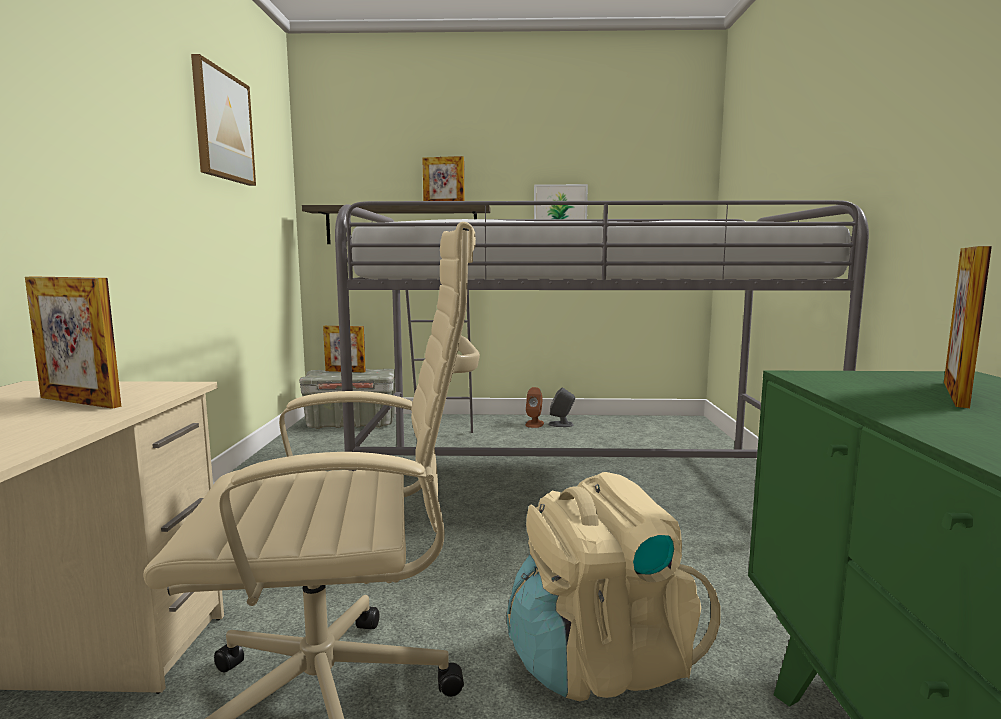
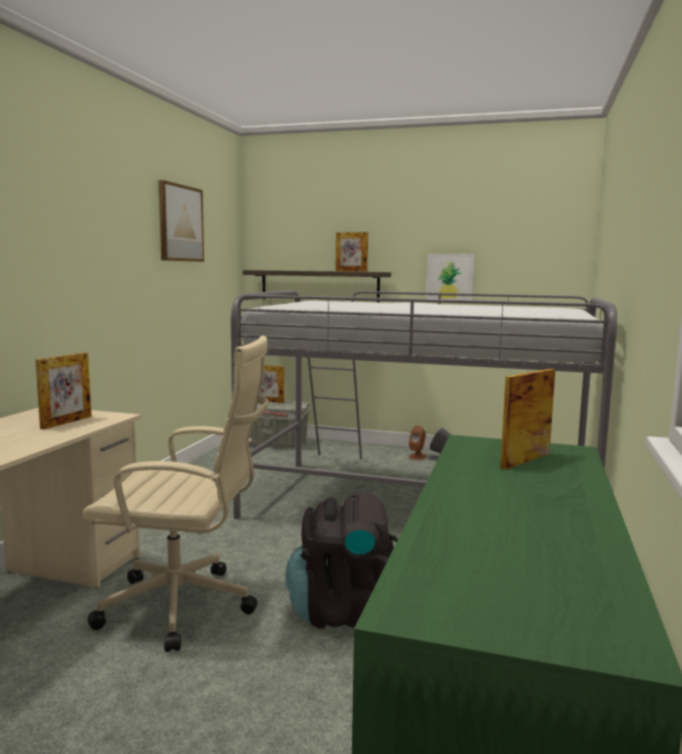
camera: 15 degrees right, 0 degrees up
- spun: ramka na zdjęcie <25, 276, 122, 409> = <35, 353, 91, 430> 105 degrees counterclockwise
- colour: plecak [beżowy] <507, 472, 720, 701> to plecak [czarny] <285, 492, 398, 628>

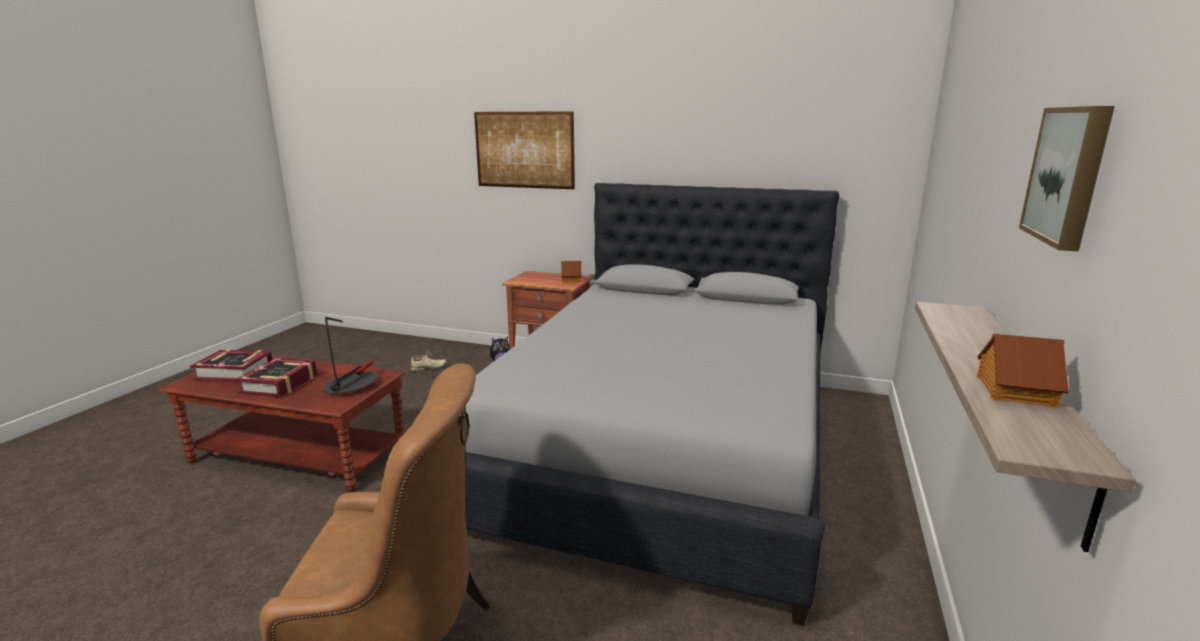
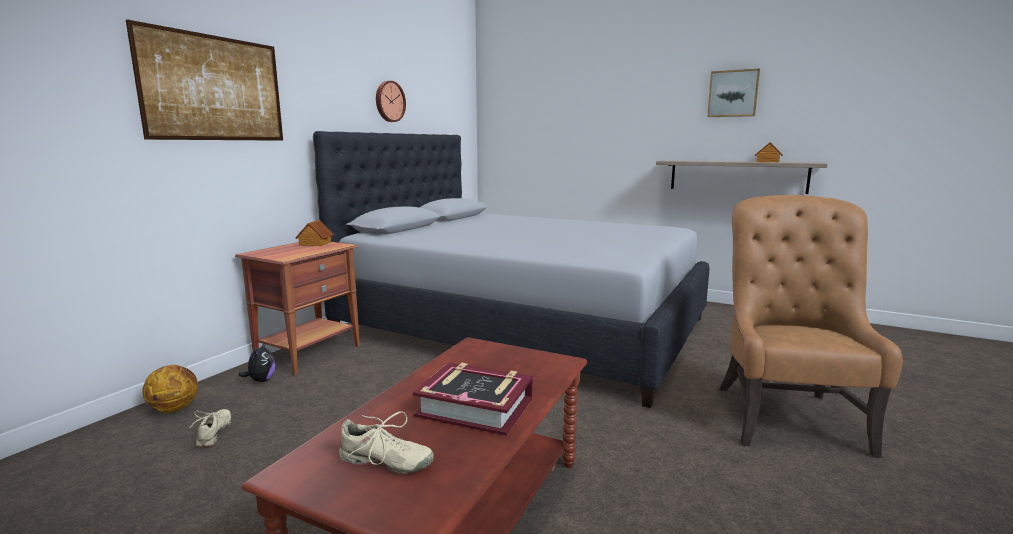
camera: 80 degrees left, 5 degrees down
- appeared: piłka do koszykówki <142, 365, 198, 413>
- exchanged: książka <190, 349, 273, 381> to but [beżowy] <339, 411, 434, 474>
- appeared: zegar ścienny <376, 81, 406, 122>
- missing: lampa stołowa <323, 317, 378, 394>

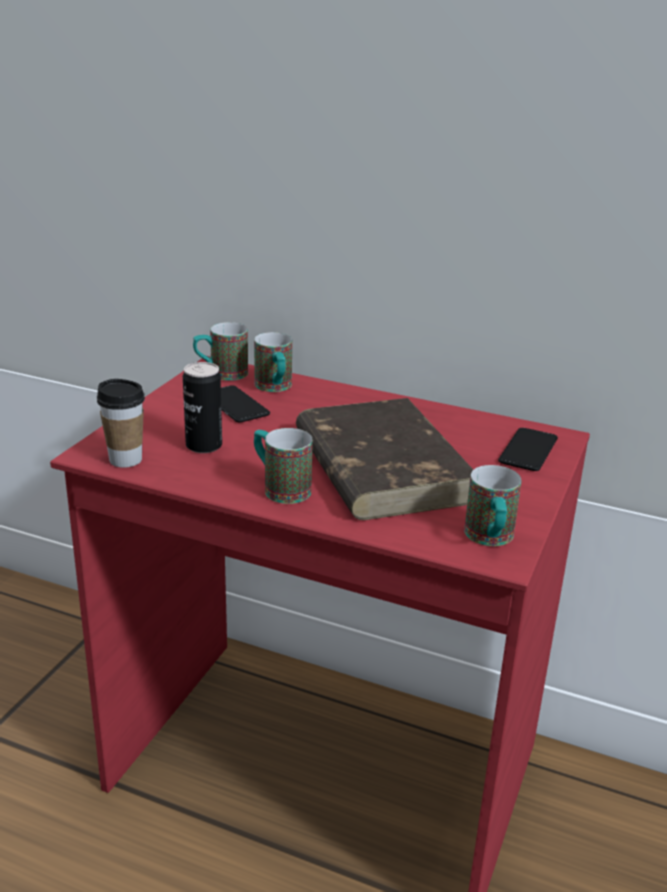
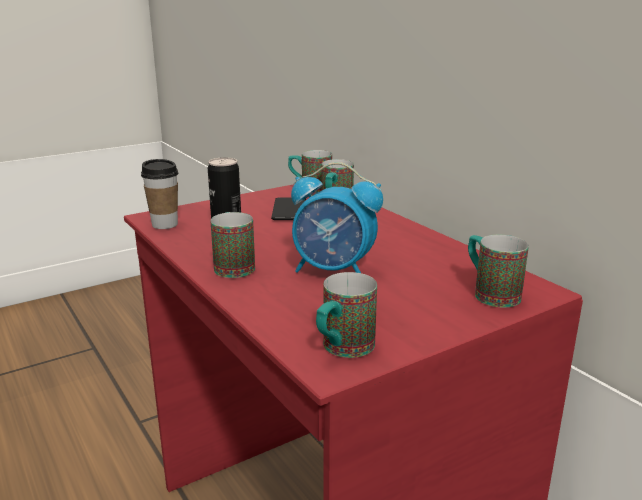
camera: 35 degrees right, 5 degrees down
- exchanged: książka [brązowy] <296, 398, 473, 520> to budzik <291, 162, 383, 273>
- exchanged: telefon <498, 428, 558, 471> to kubek <468, 235, 529, 307>

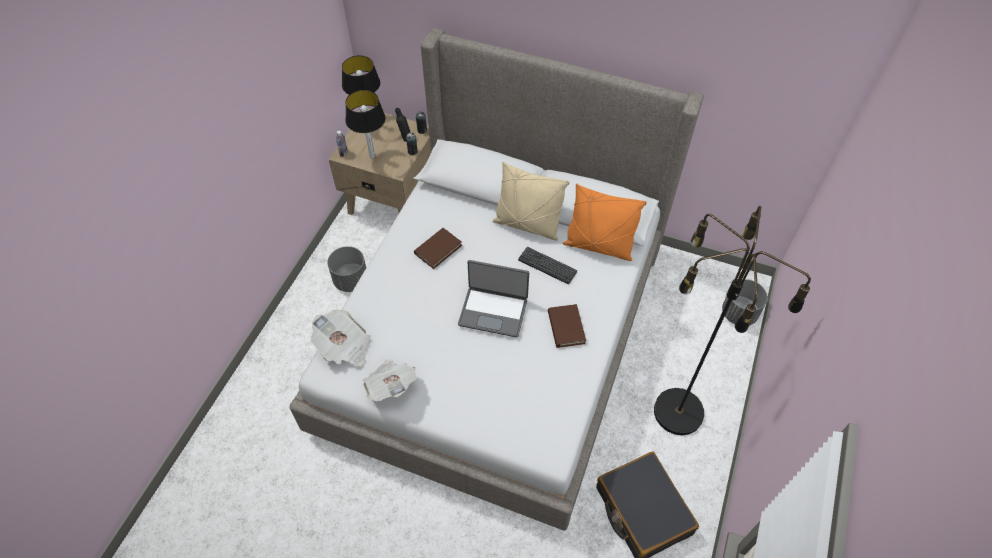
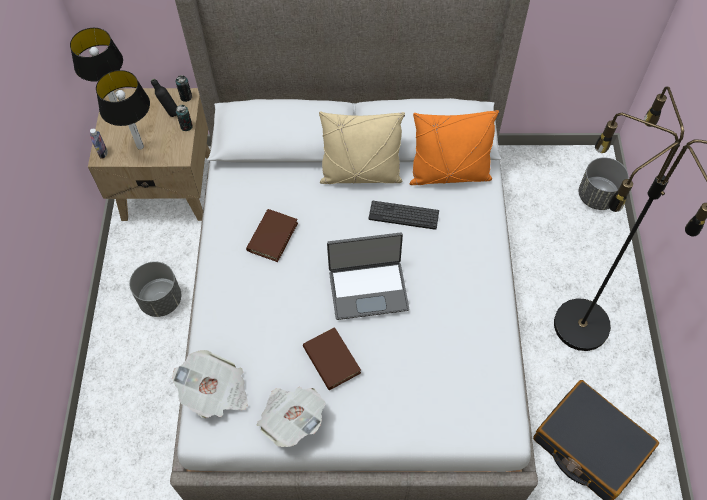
camera: 20 degrees left, 5 degrees up
- relocated: książka [brązowy] <548, 304, 586, 348> to <303, 327, 361, 390>

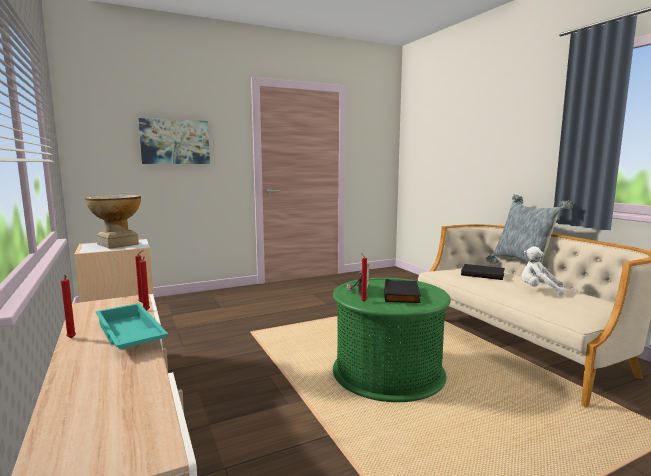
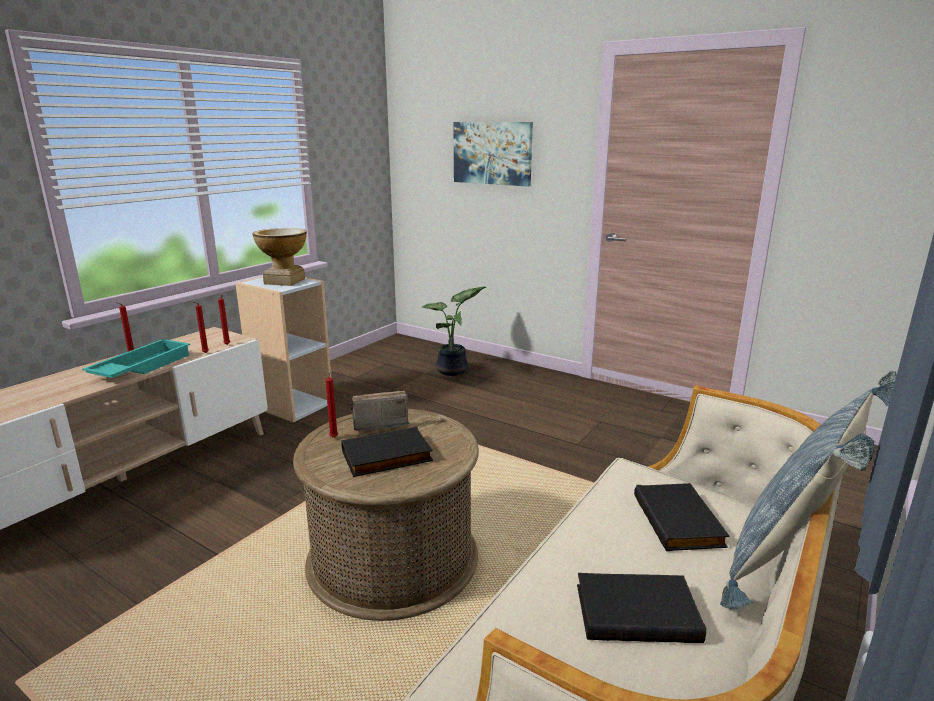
camera: 60 degrees right, 10 degrees up
- colour: ława [zielony] <333, 278, 451, 402> to ława [brązowy] <293, 409, 479, 621>
- appeared: roślina doniczkowa <421, 286, 486, 376>
- exchanged: pluszak [biały] <521, 246, 565, 296> to książka [czarny] <577, 573, 706, 643>

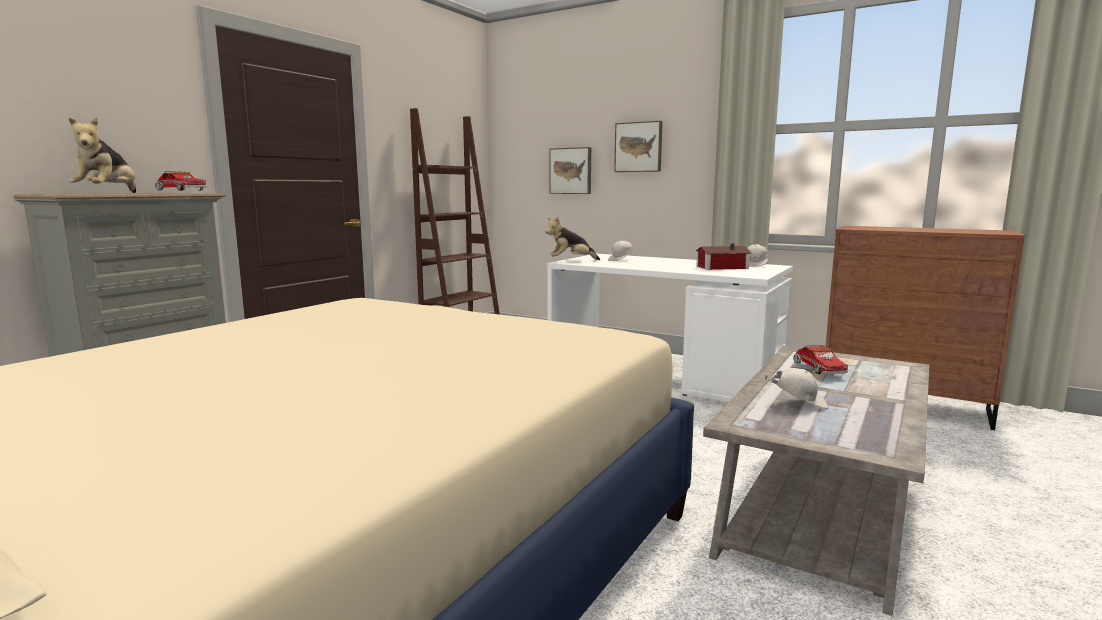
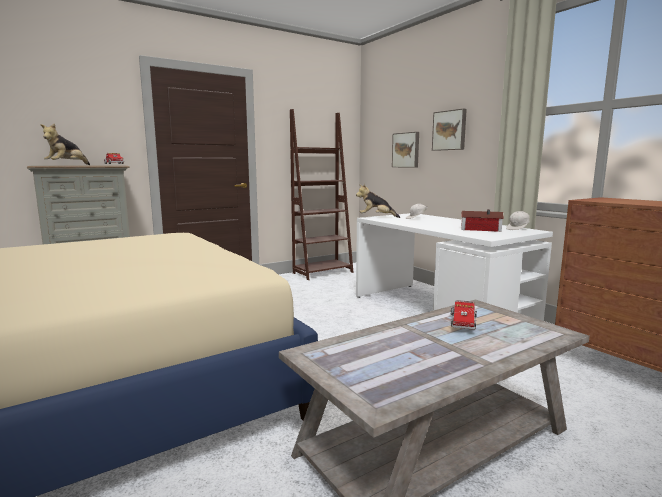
camera: 25 degrees right, 0 degrees up
- missing: czapka z daszkiem [biały] <764, 368, 828, 409>

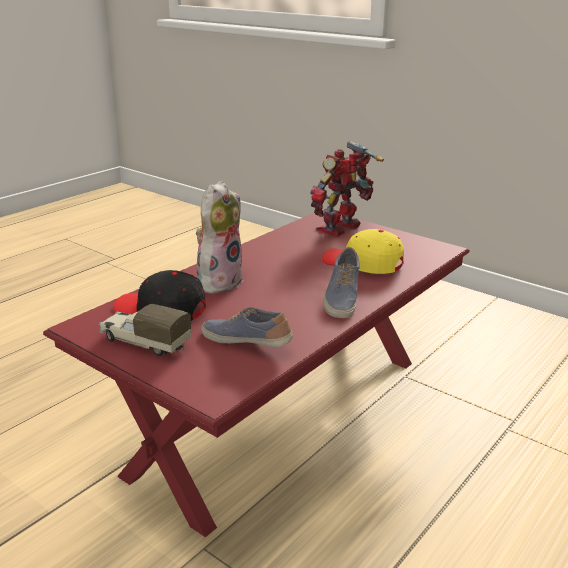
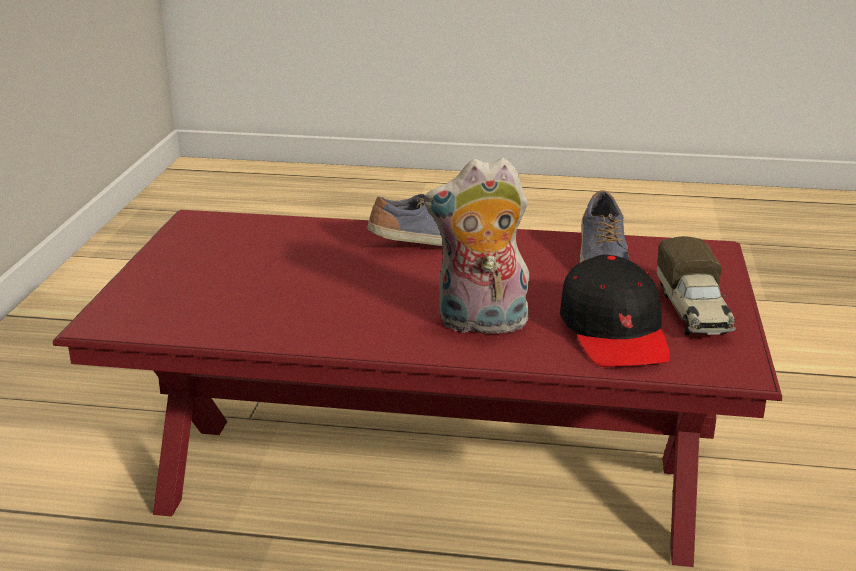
camera: 120 degrees left, 0 degrees up
- missing: robot zabawkowy <310, 141, 384, 237>
- missing: czapka z daszkiem [żółty] <322, 229, 404, 274>

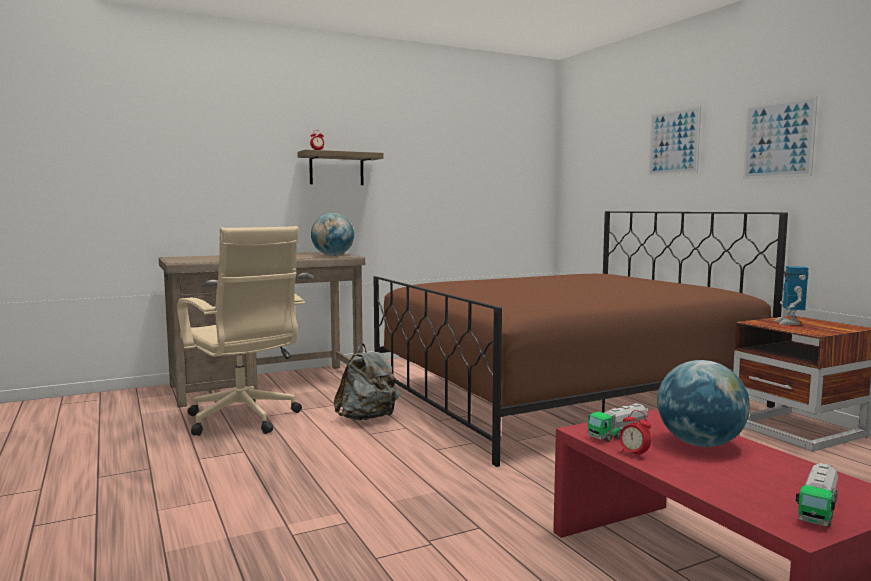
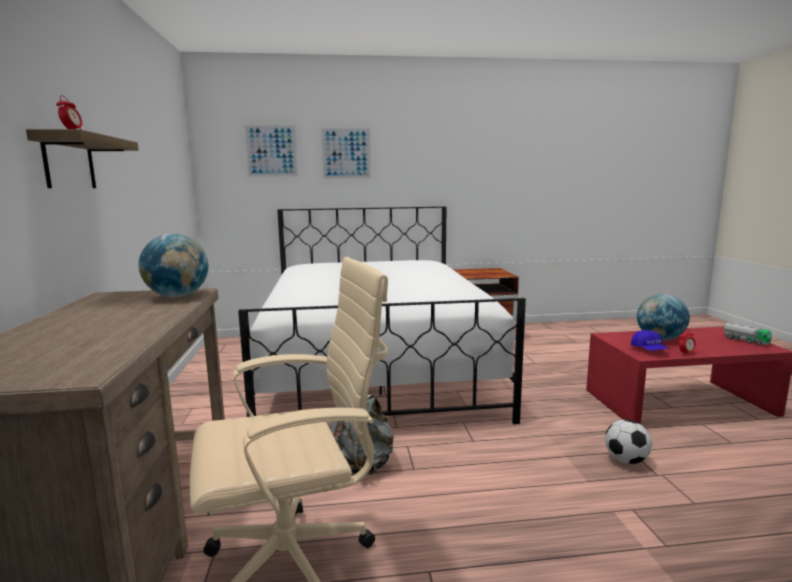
camera: 70 degrees left, 5 degrees up
- colour: łóżko [brązowy] <374, 211, 788, 467> to łóżko [biały] <238, 206, 526, 424>
- relocated: obraz <743, 96, 818, 179> to <244, 125, 299, 177>
- appeared: piłka futbolowa <605, 419, 652, 464>
- exchanged: ciężarówka zabawkowa <588, 403, 648, 442> to czapka z daszkiem [niebieski] <631, 330, 669, 351>
- missing: robot zabawkowy <775, 266, 809, 325>

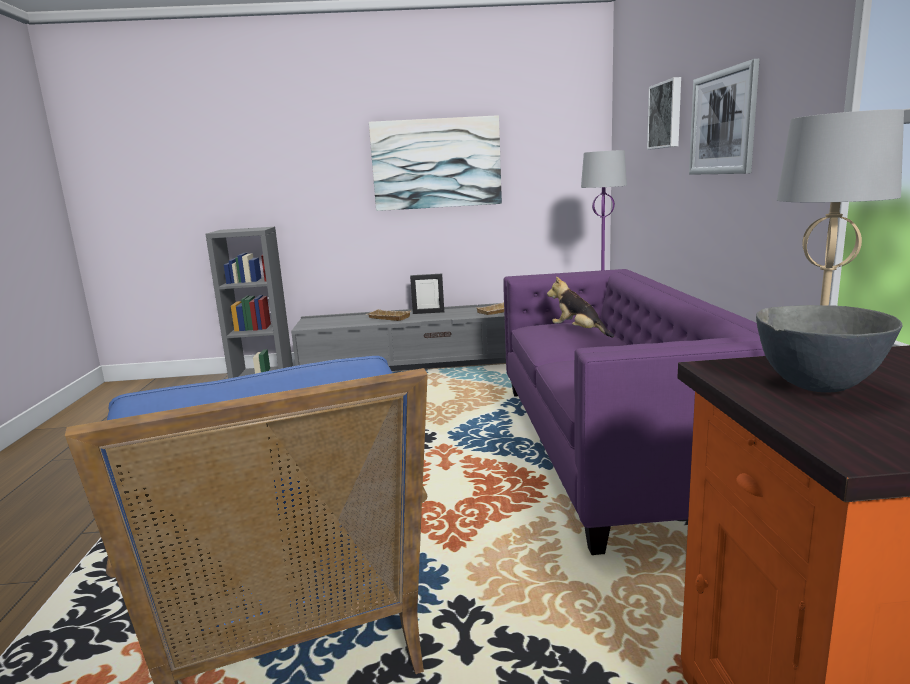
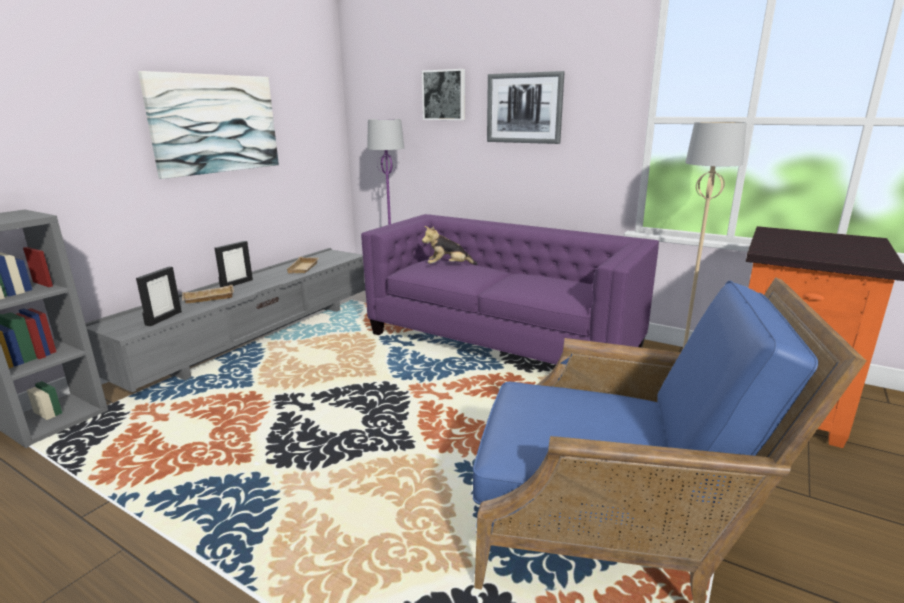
camera: 55 degrees left, 5 degrees up
- appeared: ramka na zdjęcie <136, 267, 182, 326>
- missing: miska [szary] <756, 305, 902, 392>

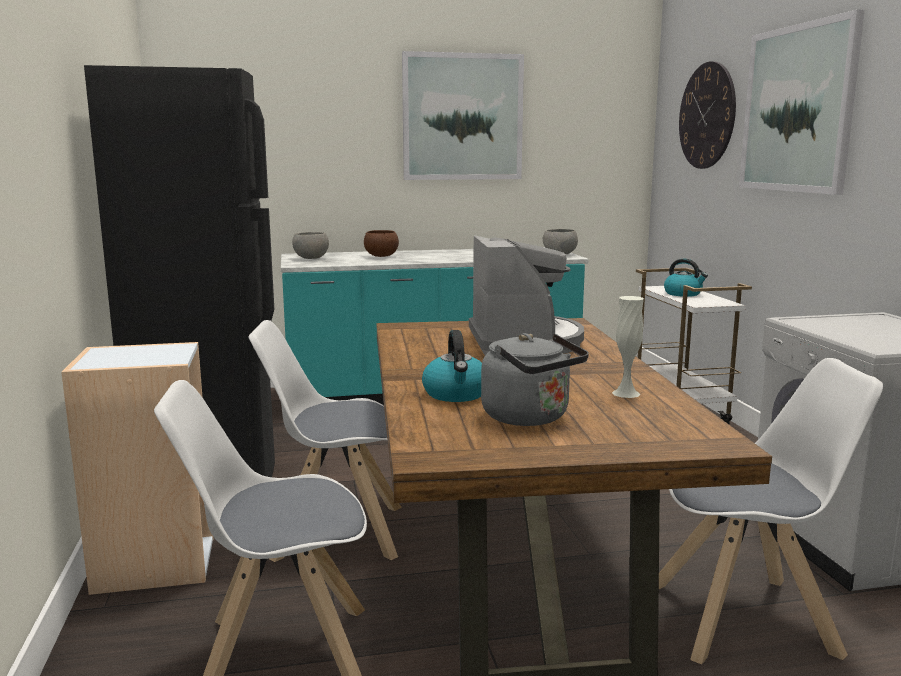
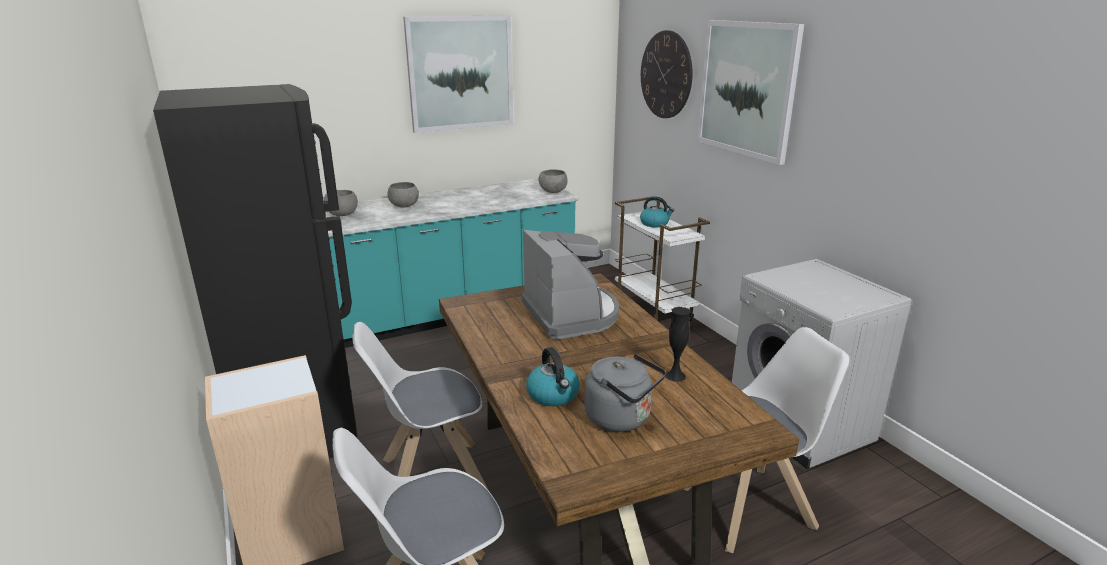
camera: 15 degrees left, 10 degrees up
- colour: miska [brązowy] <364, 230, 399, 257> to miska [szary] <388, 182, 419, 208>
- colour: wazon [biały] <612, 296, 644, 398> to wazon [czarny] <665, 307, 691, 382>

